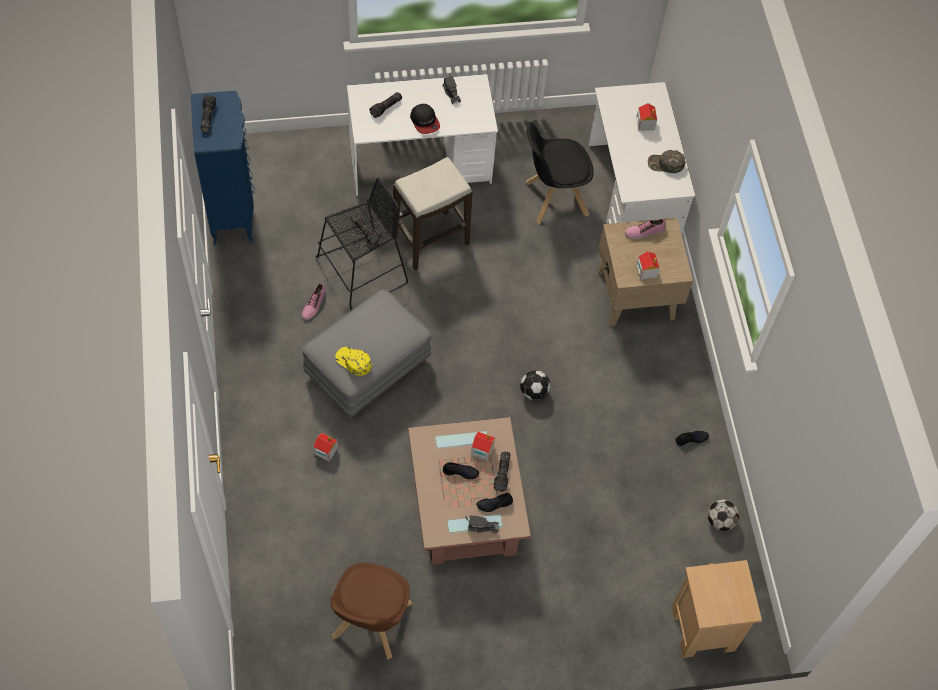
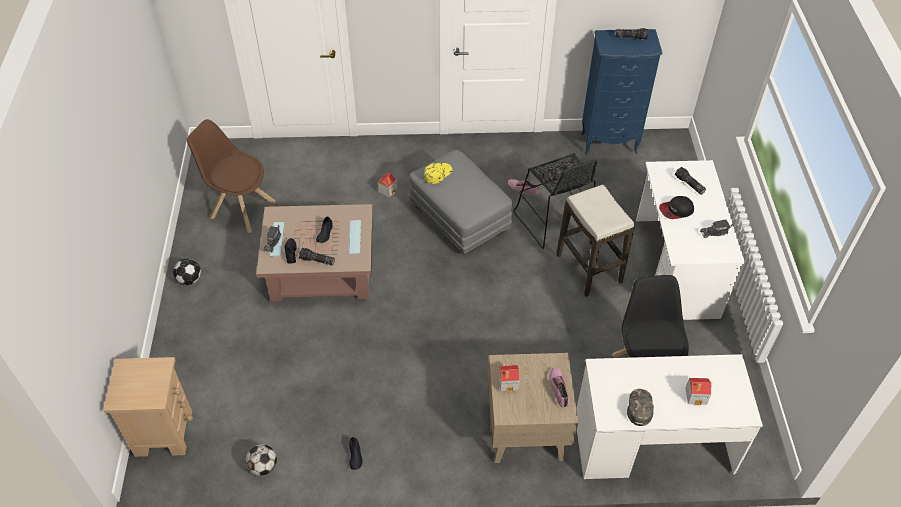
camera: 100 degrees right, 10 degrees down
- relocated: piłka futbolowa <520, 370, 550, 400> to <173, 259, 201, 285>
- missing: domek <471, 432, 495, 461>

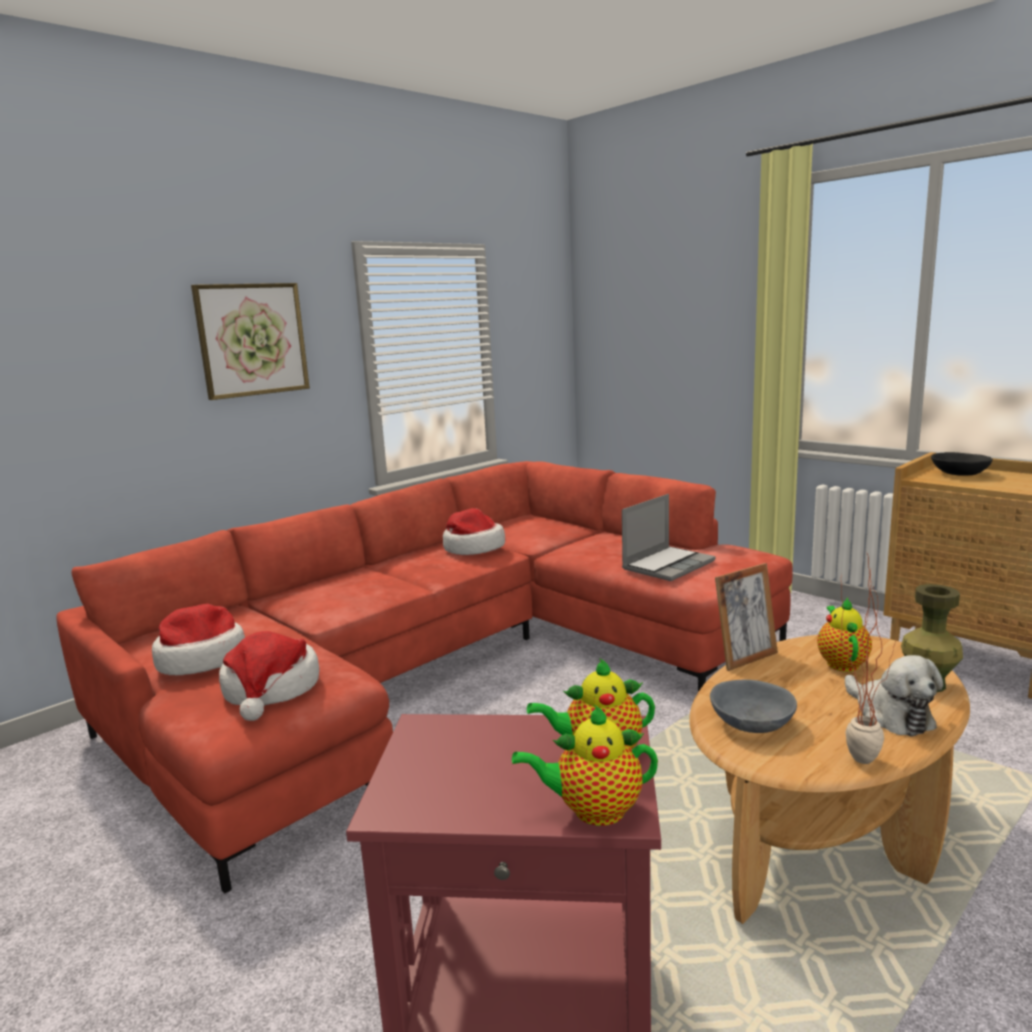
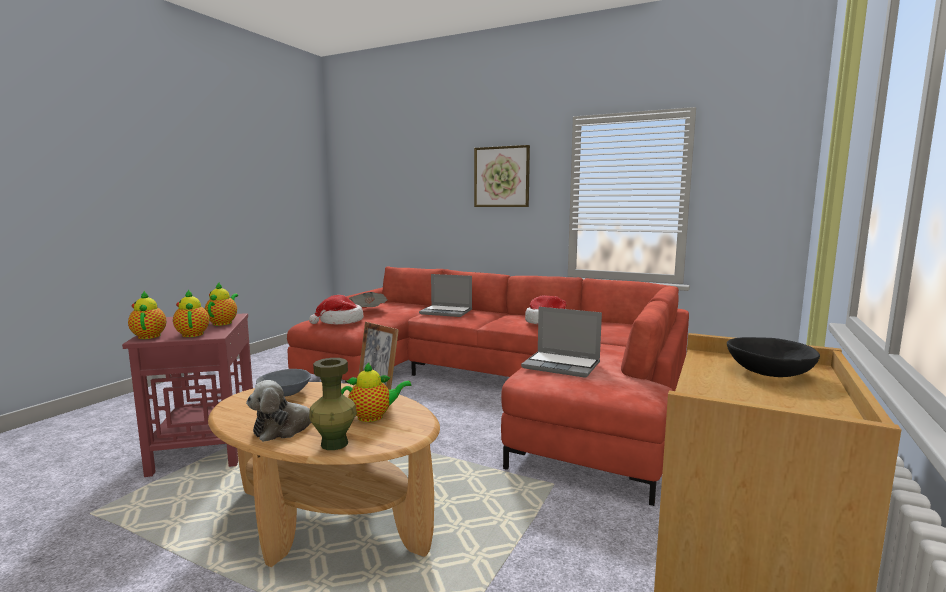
camera: 70 degrees right, 5 degrees down
- appeared: imbryk <205, 282, 238, 326>
- exchanged: kapelusz <152, 604, 245, 676> to gazeta <349, 292, 388, 307>
- appeared: laptop <419, 274, 472, 317>
- missing: roślina doniczkowa <841, 553, 896, 764>

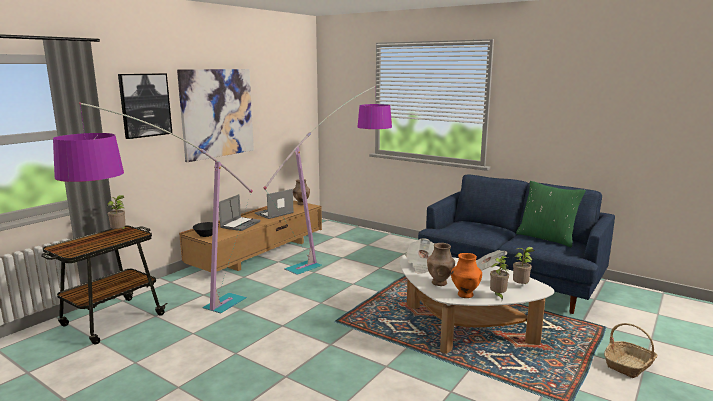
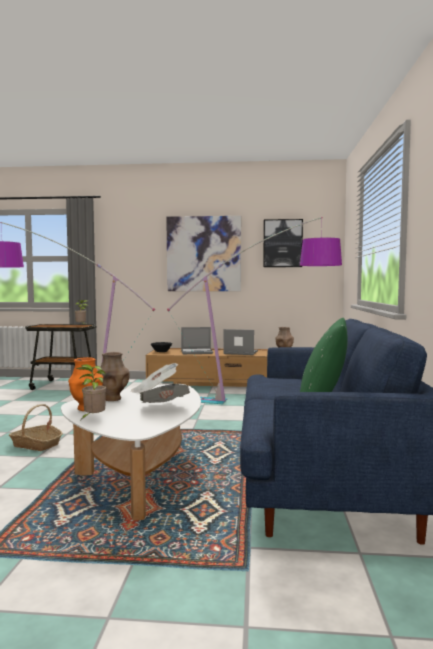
camera: 60 degrees right, 10 degrees down
- relocated: koszyk <604, 323, 658, 378> to <9, 404, 62, 451>
- relocated: obraz <118, 73, 172, 139> to <263, 219, 303, 267>
- missing: roślina doniczkowa <513, 247, 535, 284>

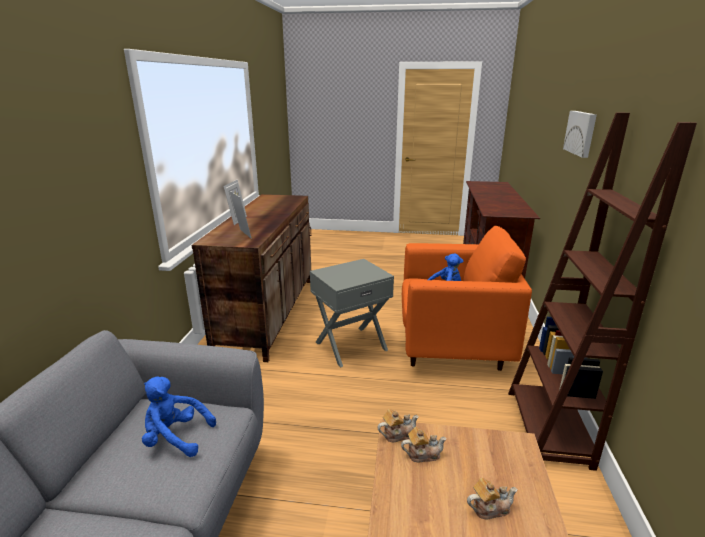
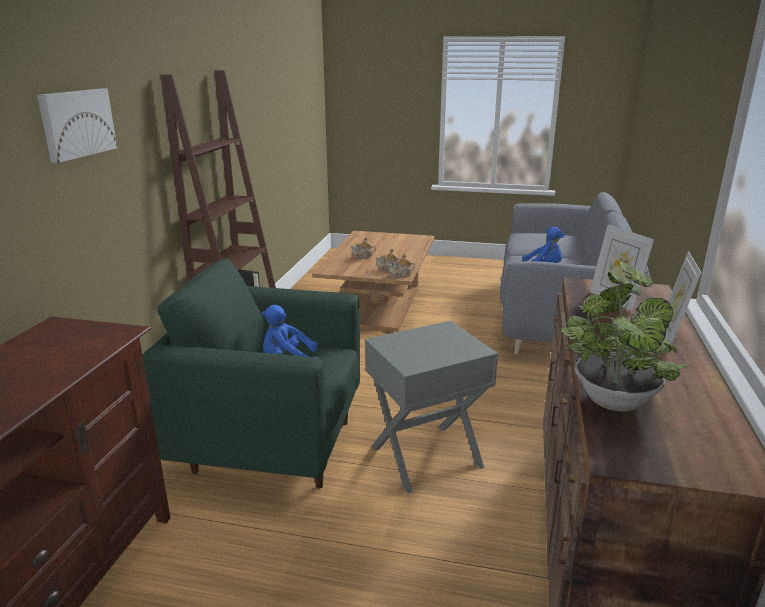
camera: 175 degrees left, 0 degrees up
- colour: fotel [pomarańczowy] <402, 226, 532, 371> to fotel [zielony] <143, 258, 360, 488>
- appeared: roślina doniczkowa <561, 260, 689, 411>

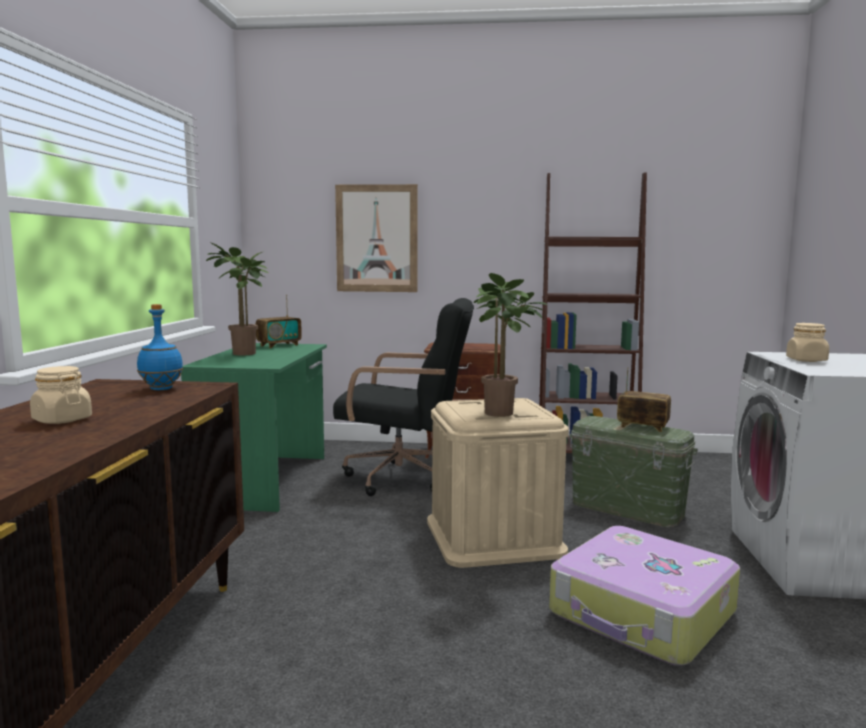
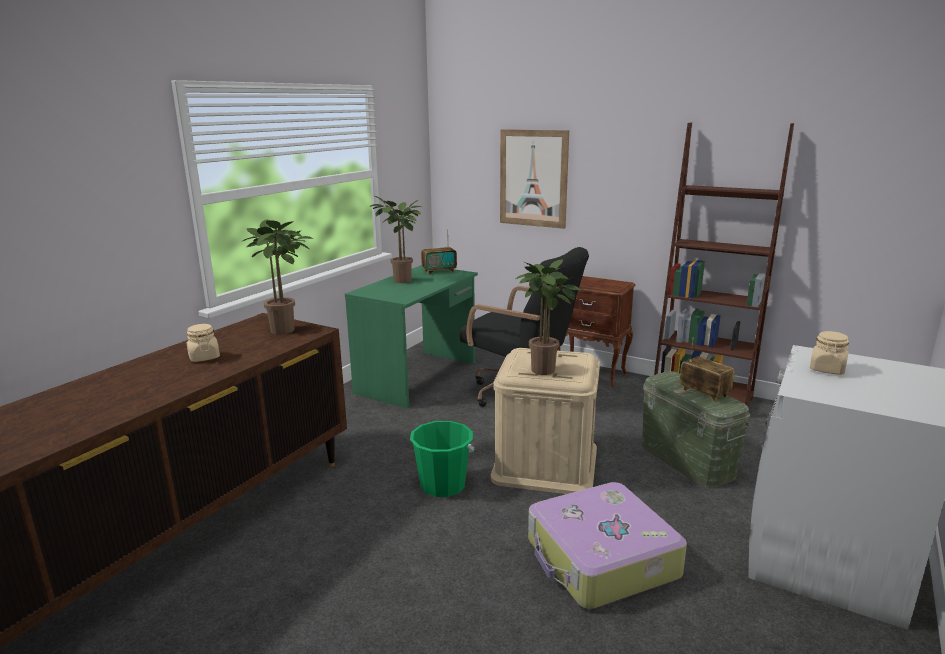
camera: 25 degrees right, 10 degrees up
- exchanged: butelka [niebieski] <137, 304, 183, 390> to roślina doniczkowa <243, 219, 313, 334>
- appeared: wiadro [zielony] <410, 421, 474, 497>

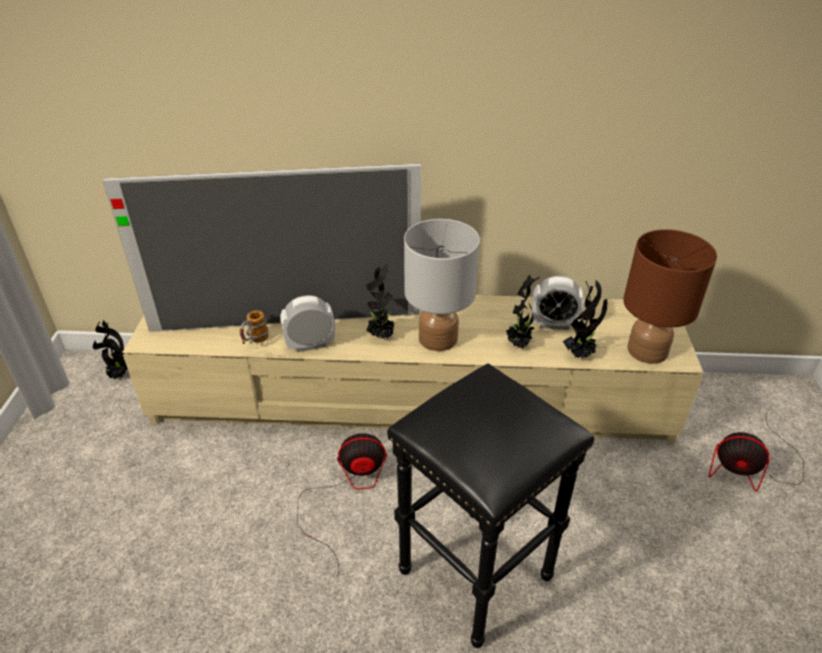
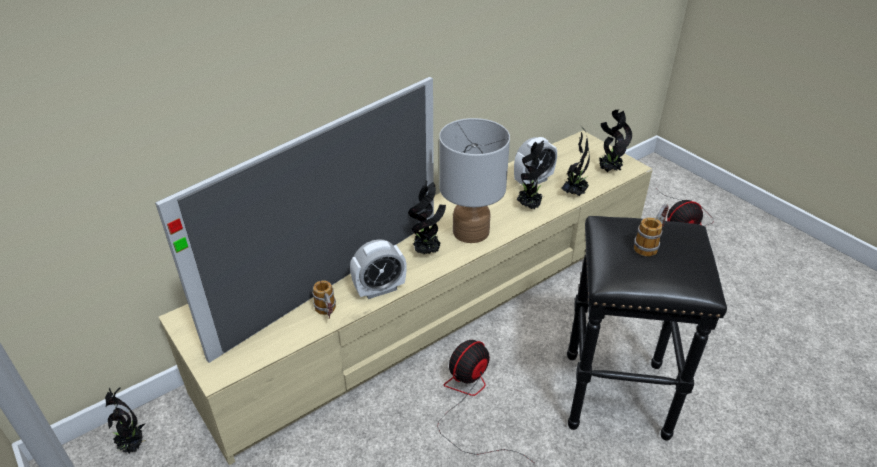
camera: 40 degrees left, 0 degrees up
- spun: budzik <281, 295, 335, 352> = <350, 239, 407, 299> 150 degrees counterclockwise
- exchanged: lampa stołowa [brązowy] <623, 229, 717, 364> to roślina doniczkowa <599, 110, 632, 172>
- appeared: kubek <634, 204, 669, 257>

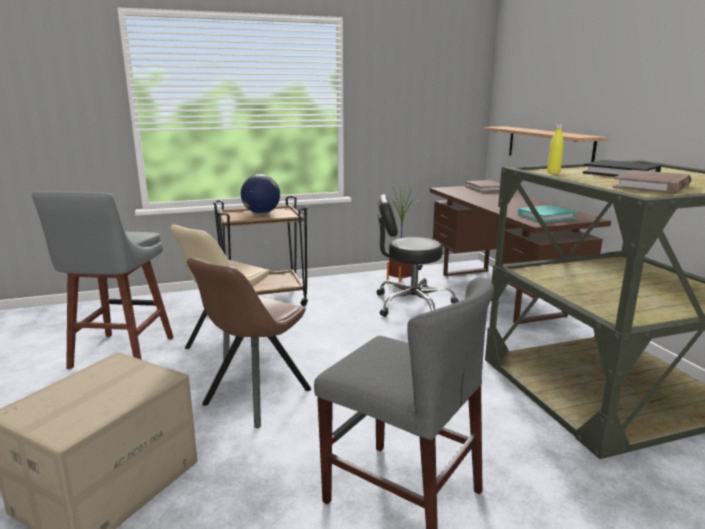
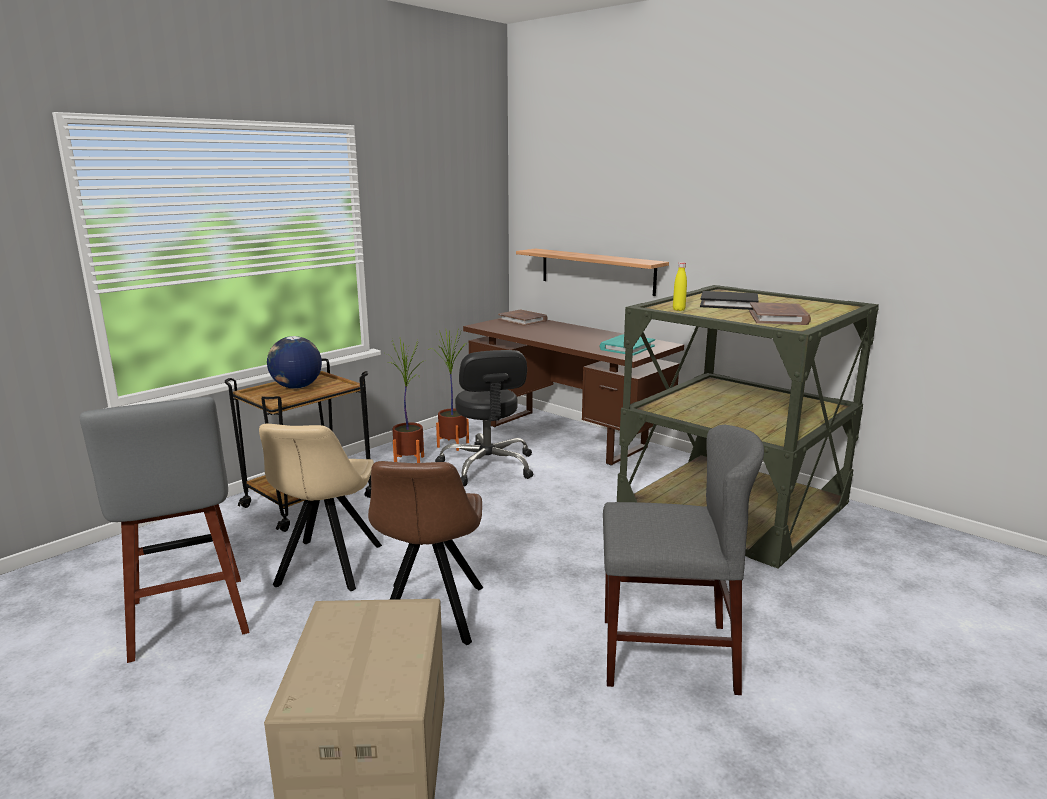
camera: 30 degrees left, 0 degrees up
- appeared: roślina doniczkowa <385, 340, 426, 463>
- spun: krzesło biurowe [czarny] <377, 194, 459, 317> = <435, 350, 533, 486> 75 degrees counterclockwise

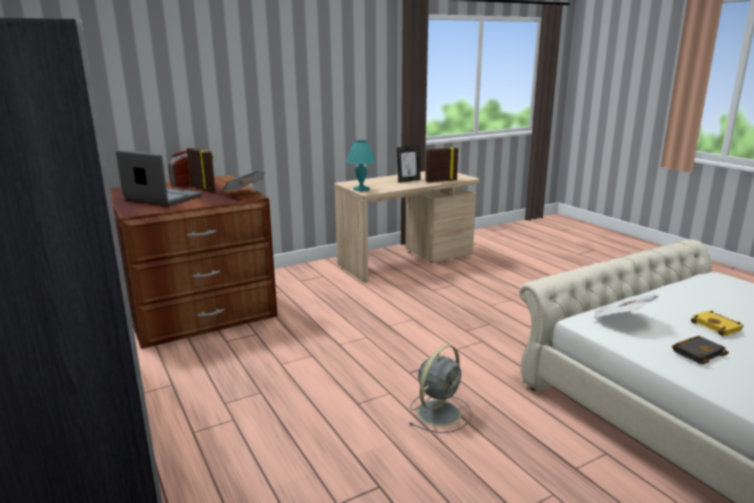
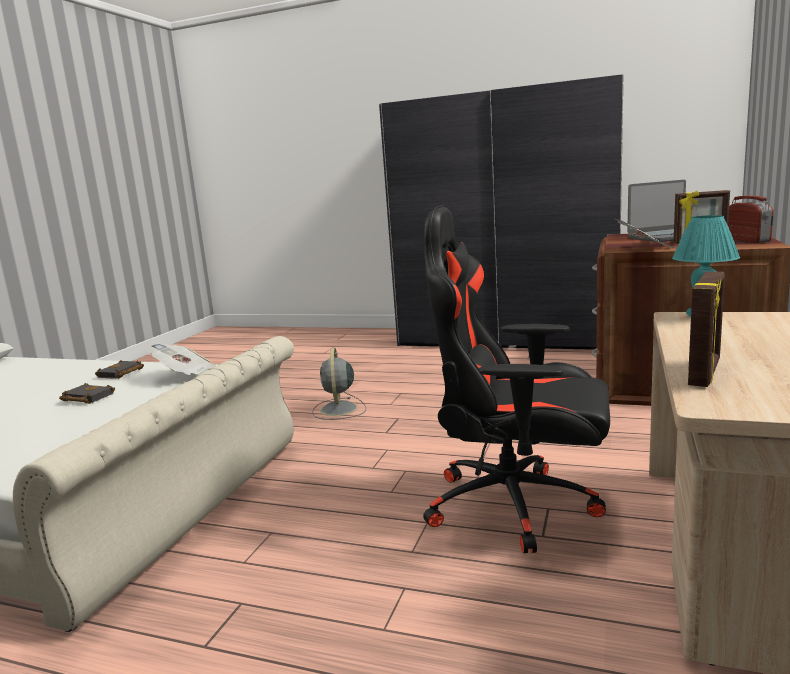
camera: 140 degrees right, 5 degrees down
- colour: książka [żółty] <691, 310, 744, 336> to książka [czarny] <59, 383, 115, 404>
- appeared: krzesło biurowe [czarny] <423, 205, 610, 553>
- missing: ramka na zdjęcie <397, 146, 421, 182>

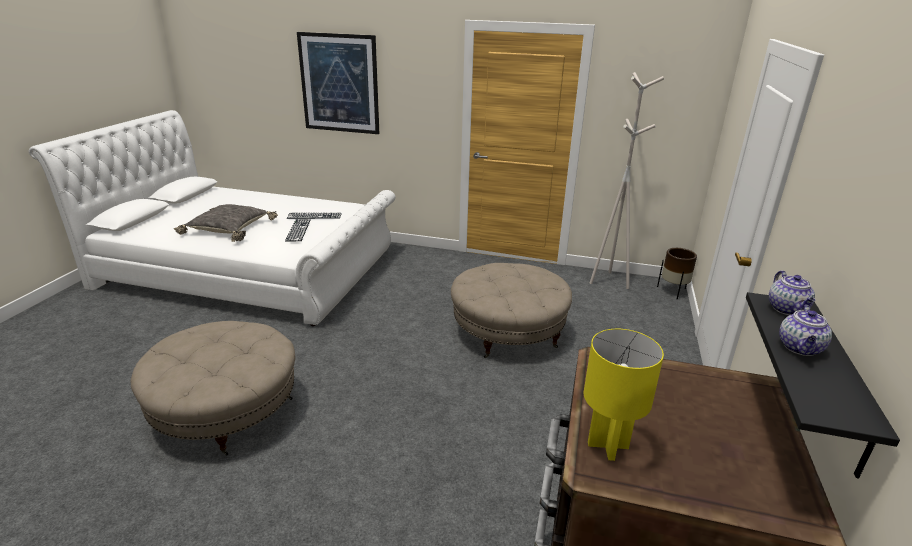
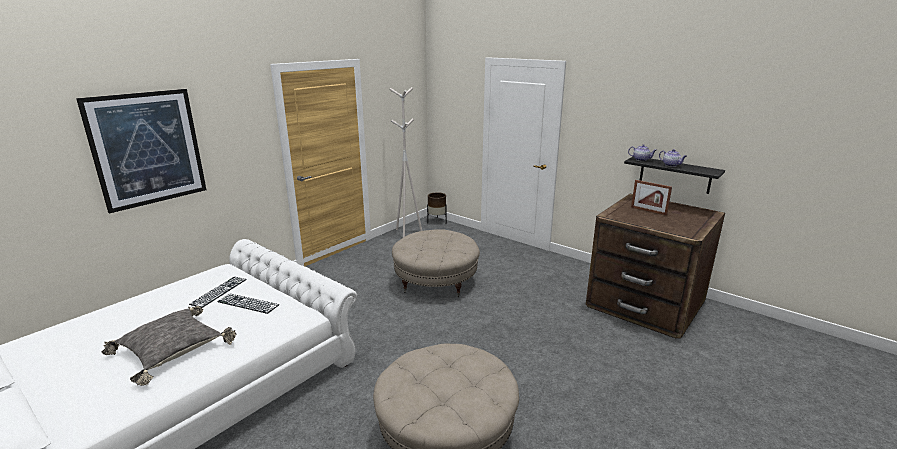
camera: 65 degrees left, 5 degrees down
- appeared: ramka na zdjęcie <631, 180, 672, 215>
- missing: lampa stołowa [żółty] <583, 329, 664, 461>

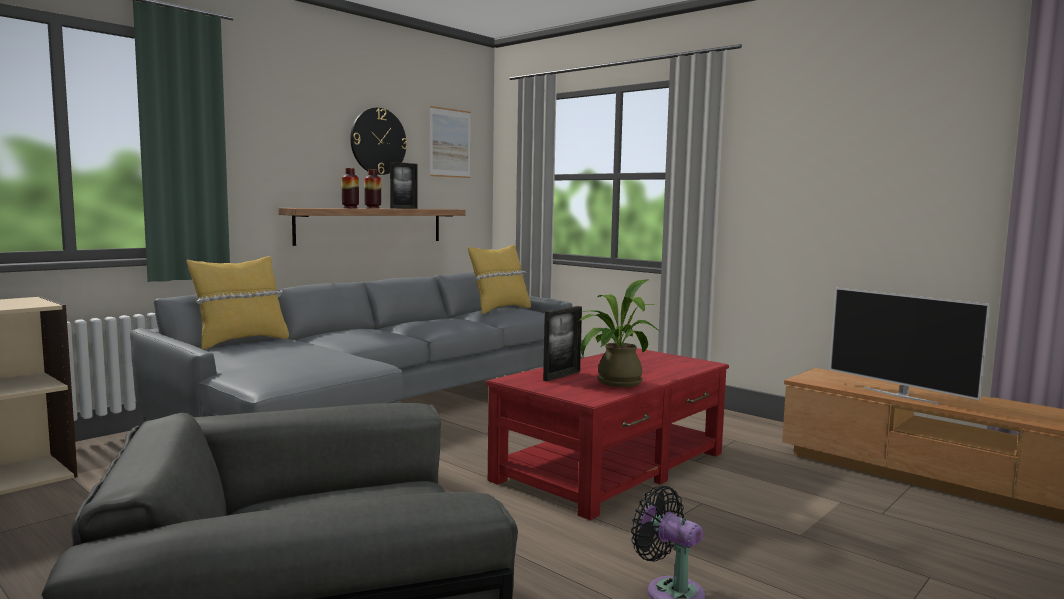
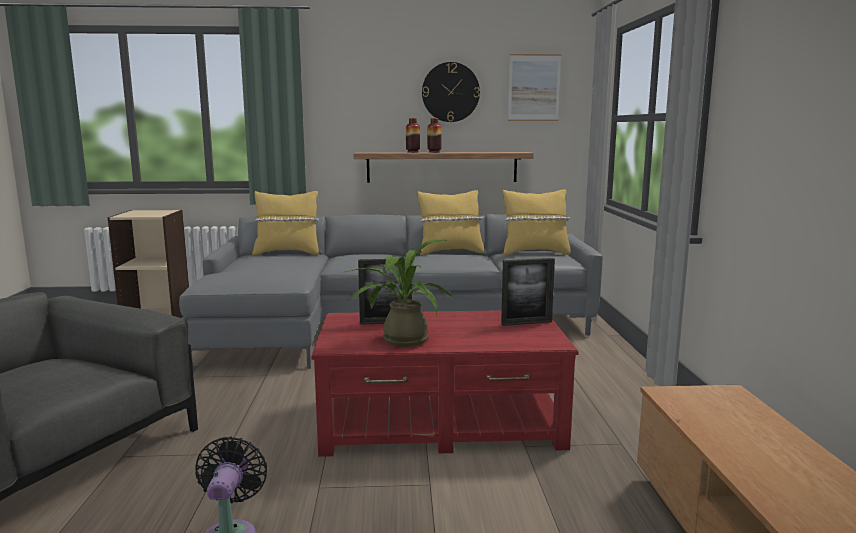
camera: 45 degrees right, 5 degrees up
- appeared: poduszka [żółty] <417, 190, 484, 255>
- relocated: ramka na zdjęcie <390, 162, 418, 209> to <501, 258, 555, 326>
- missing: telewizor <829, 288, 990, 404>

